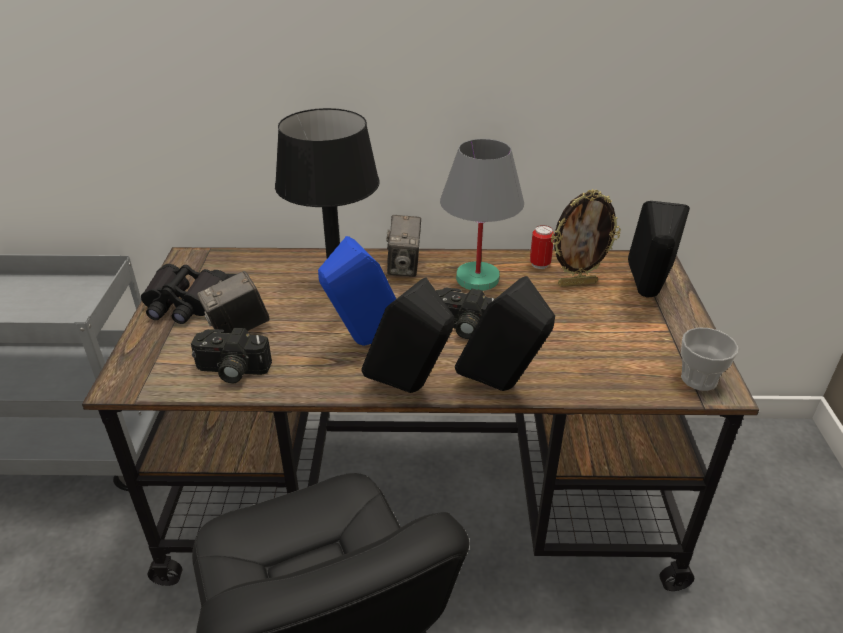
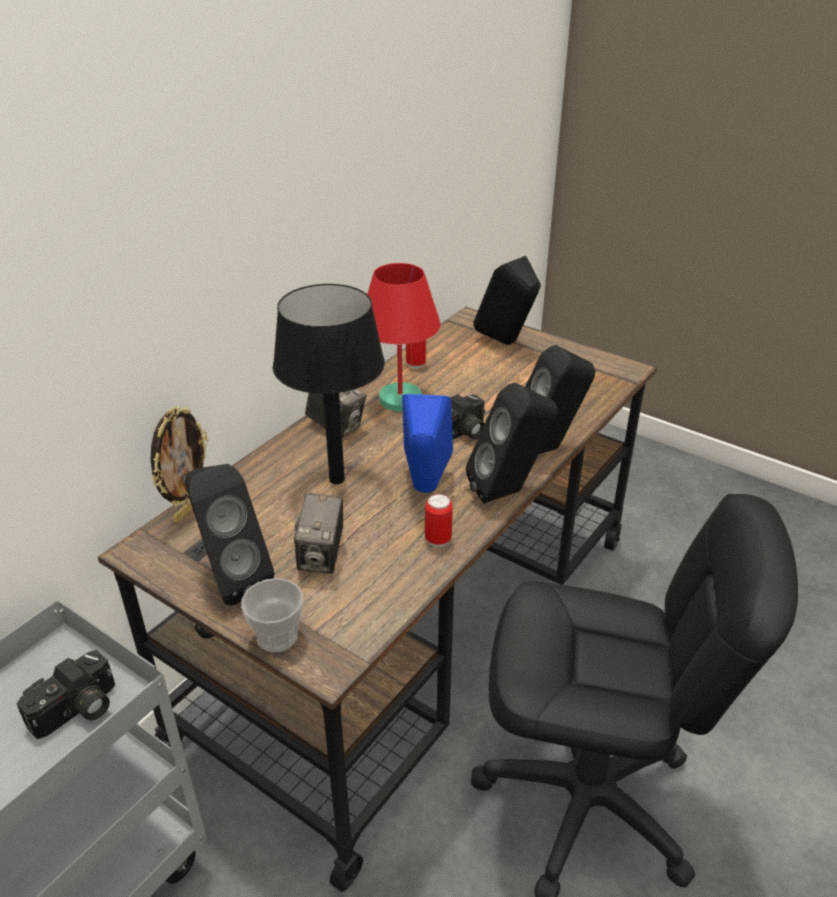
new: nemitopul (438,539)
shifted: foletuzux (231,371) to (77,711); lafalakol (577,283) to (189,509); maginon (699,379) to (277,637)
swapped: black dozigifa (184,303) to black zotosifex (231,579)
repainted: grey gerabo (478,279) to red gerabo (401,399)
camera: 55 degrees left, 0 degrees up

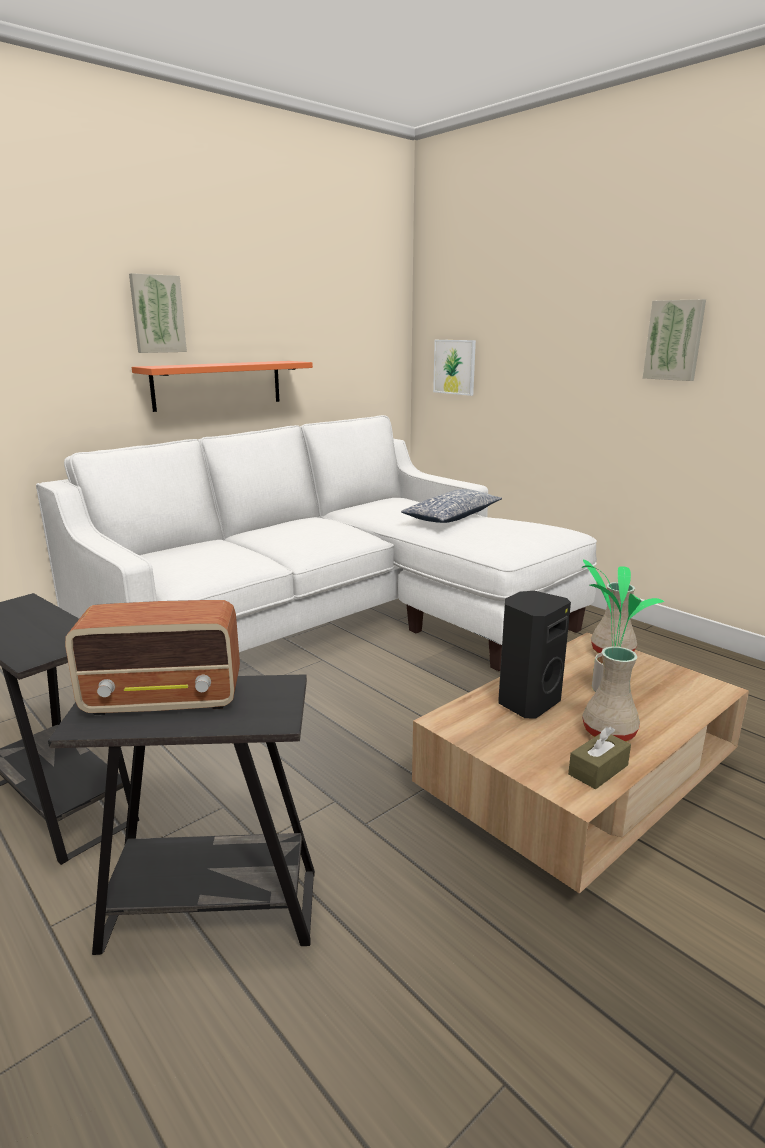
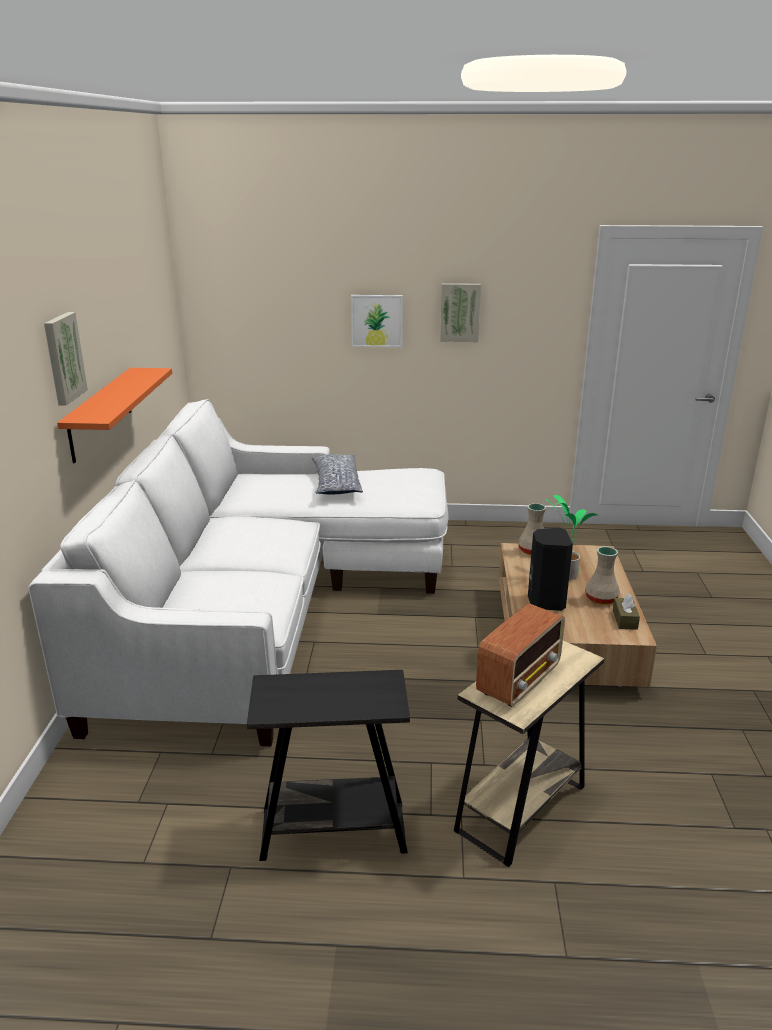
shifted: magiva (454,367) to (377,321)
repainted: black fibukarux (211,910) to beige fibukarux (521,808)
camera: 45 degrees left, 5 degrees up

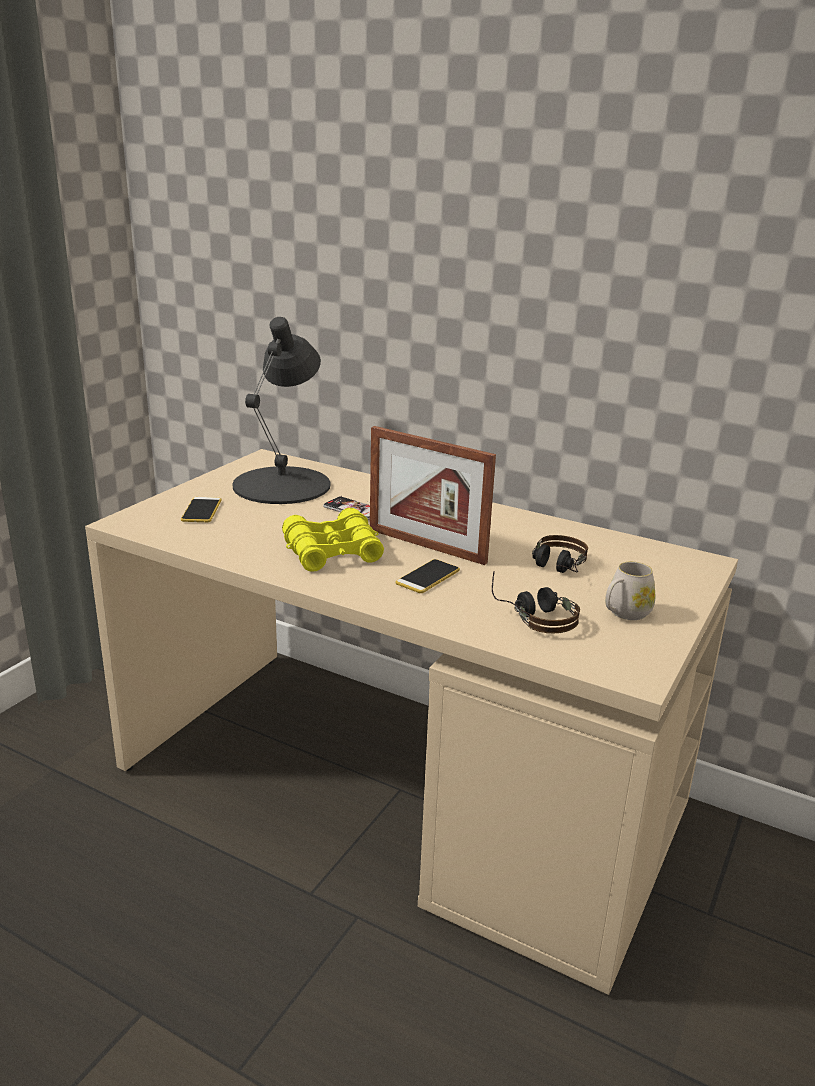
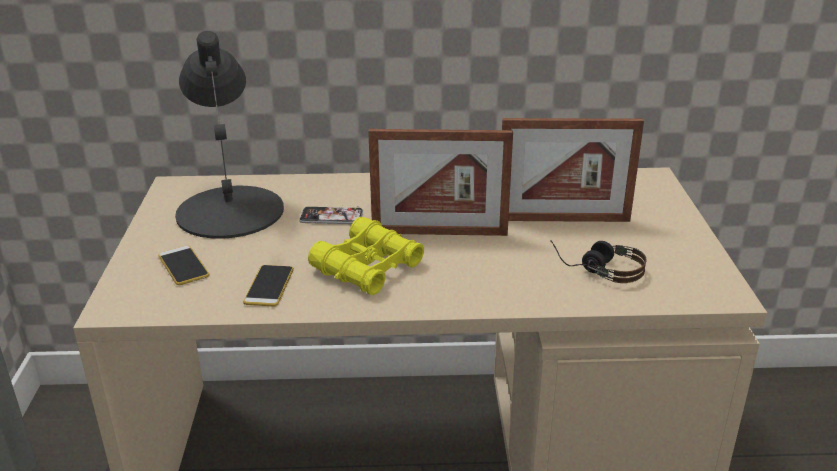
gone: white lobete (624,613)
shifted: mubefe (428,577) to (269,286)
swapped: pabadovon (556,569) to lafalakol (563,220)
camera: 30 degrees left, 5 degrees up

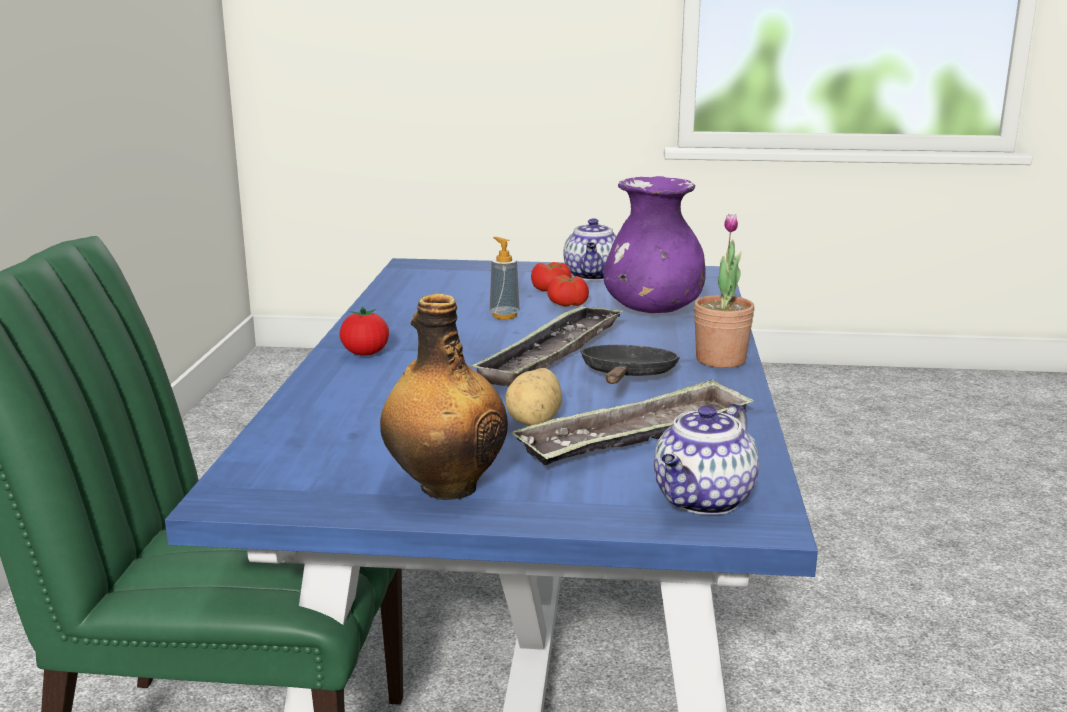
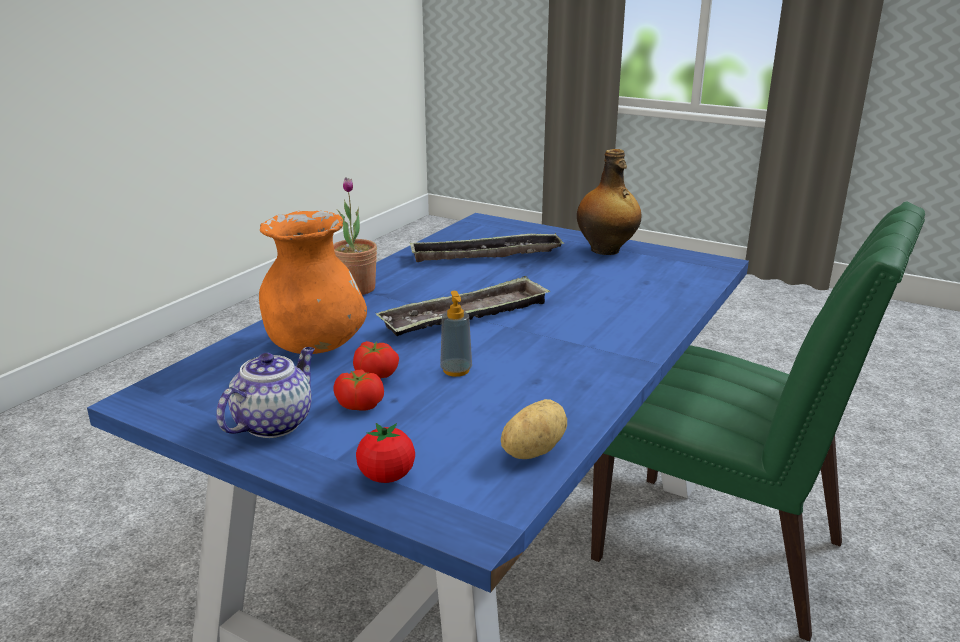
gone: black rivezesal (627,377); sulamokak (703,501)
shifted: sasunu (365,354) to (386,476); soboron (536,421) to (531,450)
repainted: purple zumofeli (652,311) to orange zumofeli (315,347)
camera: 155 degrees left, 5 degrees up

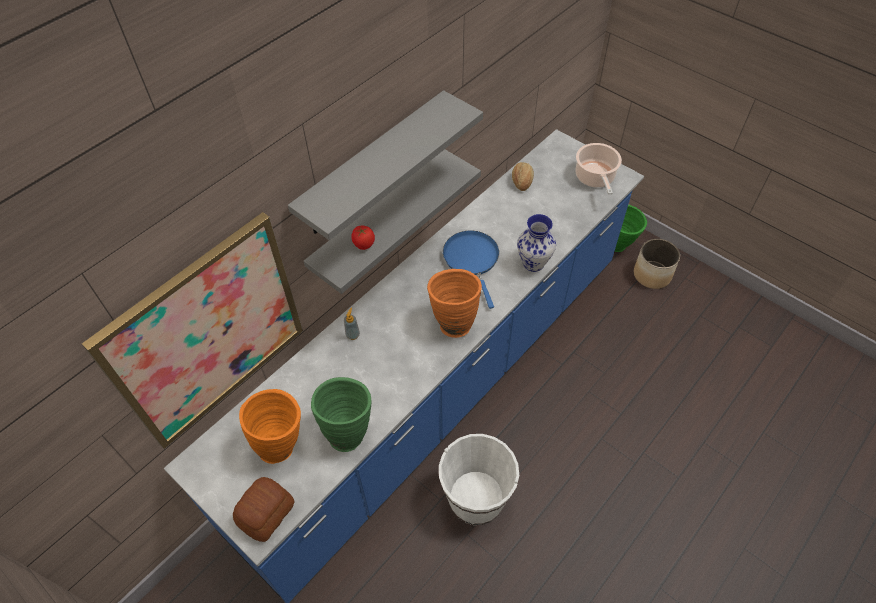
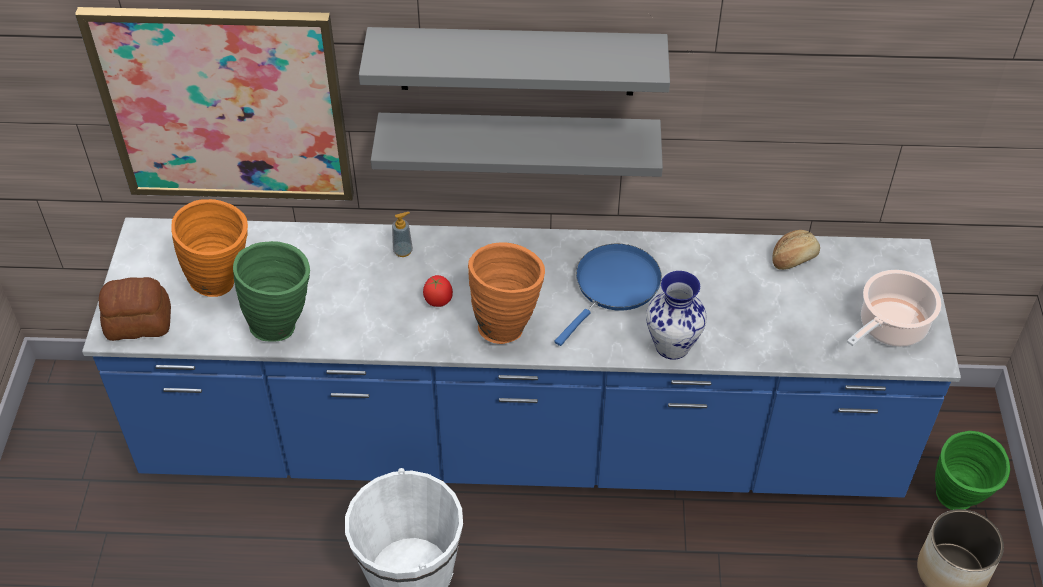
shifted: sasunu (363,245) to (438,300)
camera: 50 degrees right, 5 degrees down

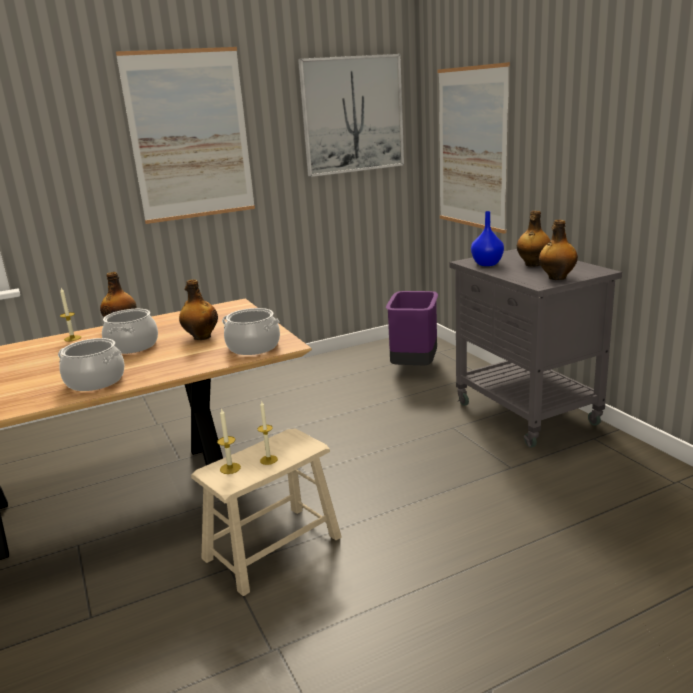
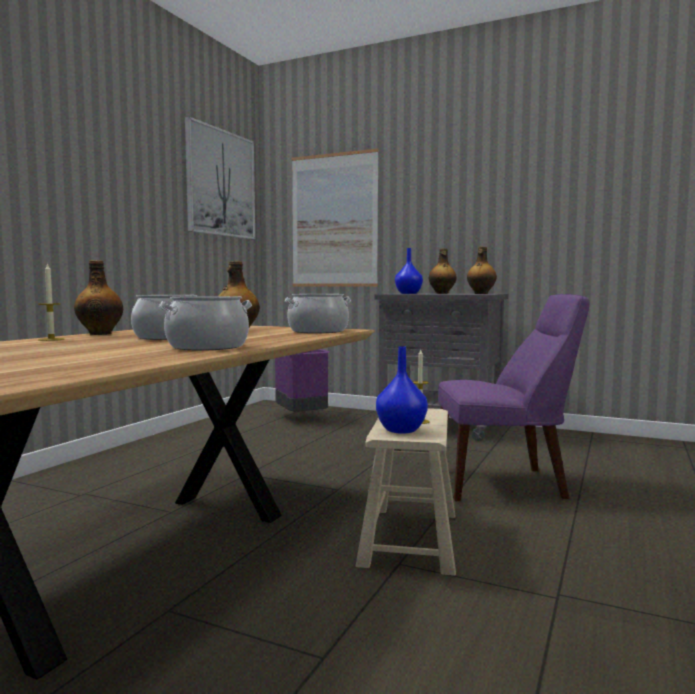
gone: magiva (190,136)
new: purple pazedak (505,484)
swapped: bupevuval (230,468) to blue zumofeli (400,430)
camera: 40 degrees left, 15 degrees down

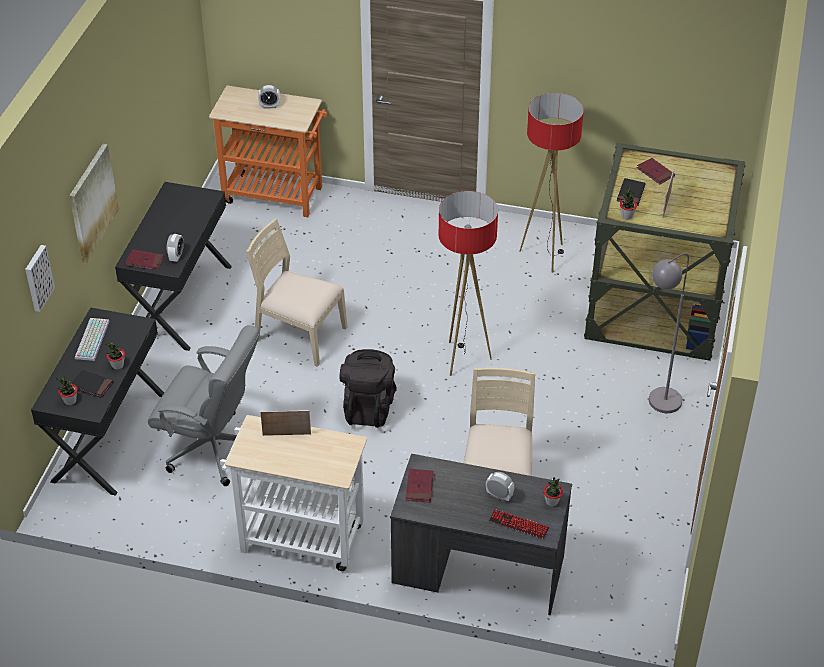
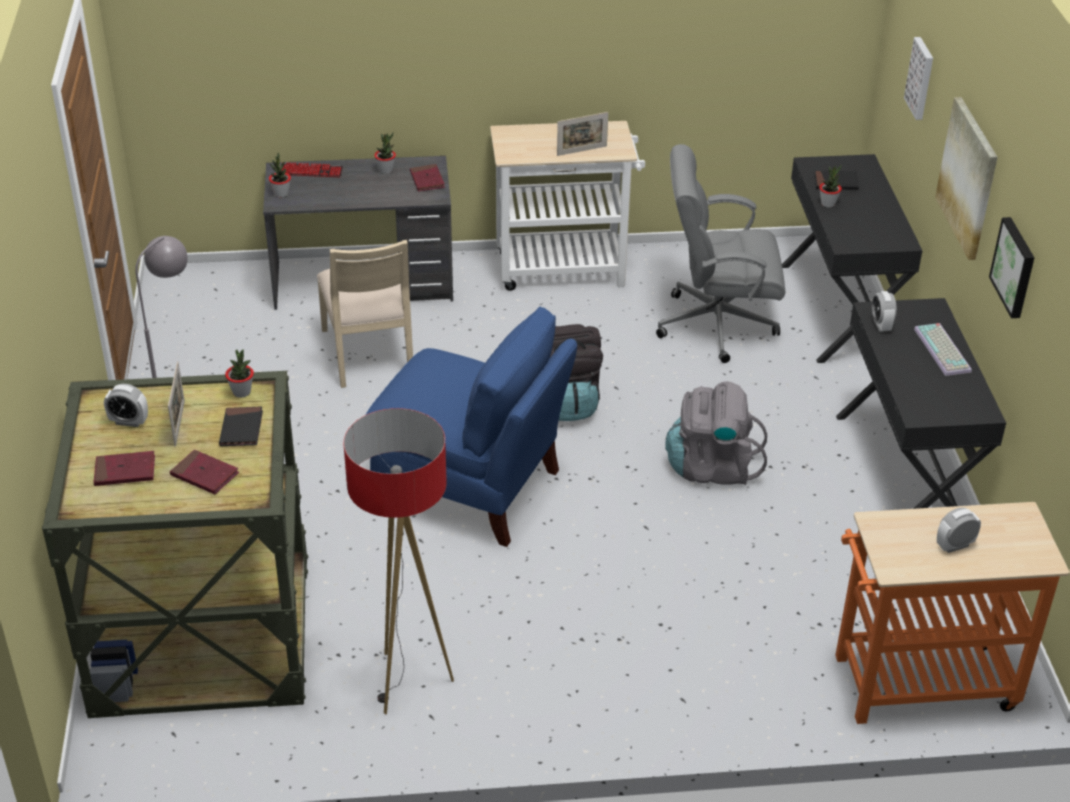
new: magiva (1015,267)
shifted: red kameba (145,261) to (125,471); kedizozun (499,496) to (129,422); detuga (70,401) to (386,170); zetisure (91,339) to (944,350)
swapped: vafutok (463,358) to blue pazedak (471,488); beige pazedak (299,334) to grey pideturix (711,467)
camera: 160 degrees right, 5 degrees down

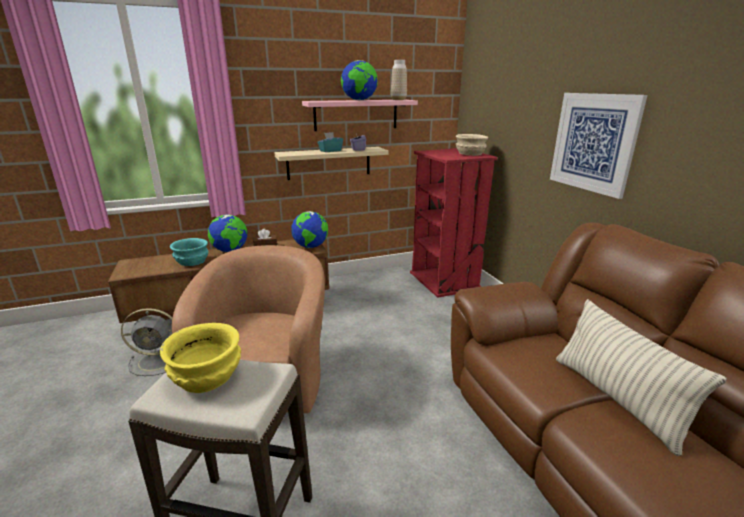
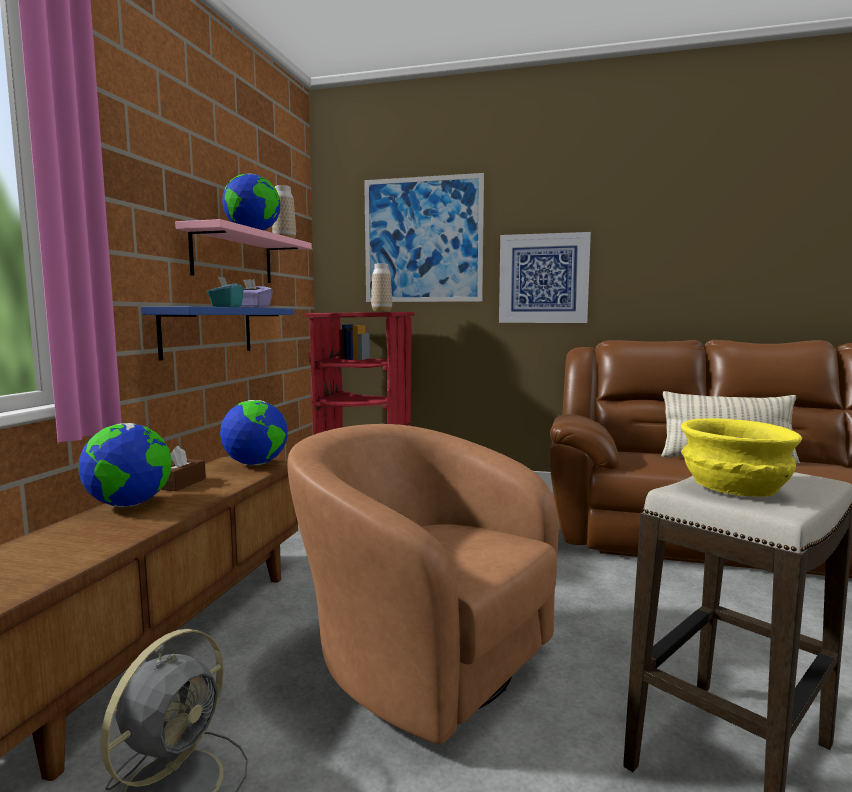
gone: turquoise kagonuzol (192,261)
new: magiva (423,240)
swapped: beige kagonuzol (470,154) to zumofeli (381,311)
repainted: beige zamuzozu (329,163) to blue zamuzozu (208,331)
camera: 55 degrees left, 15 degrees down

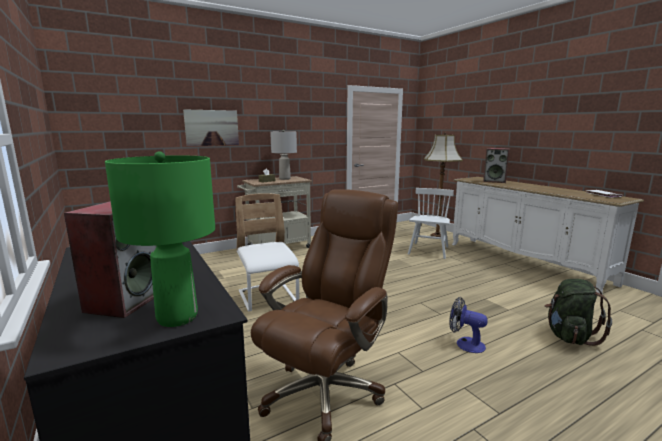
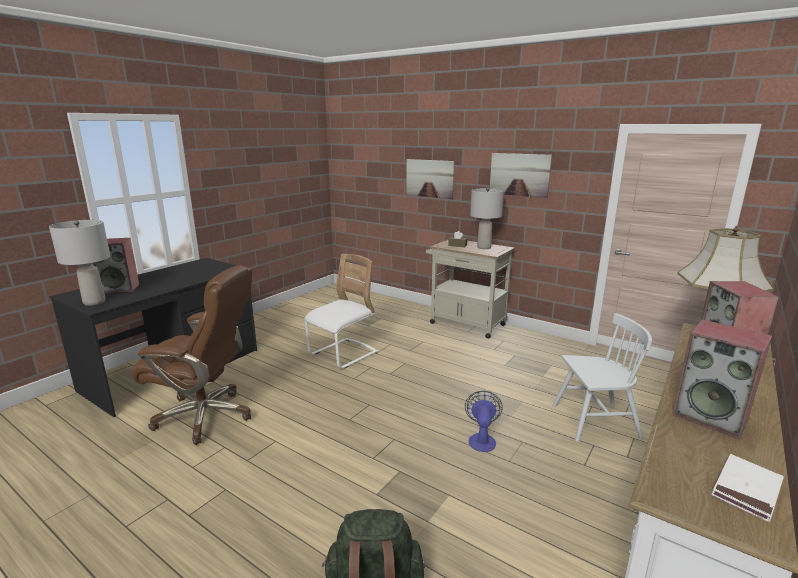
new: magiva (519,174); zotosifex (711,416)
shifted: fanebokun (465,343) to (481,439)
repainted: green gerabo (176,317) to grey gerabo (94,302)
camera: 65 degrees right, 5 degrees up

